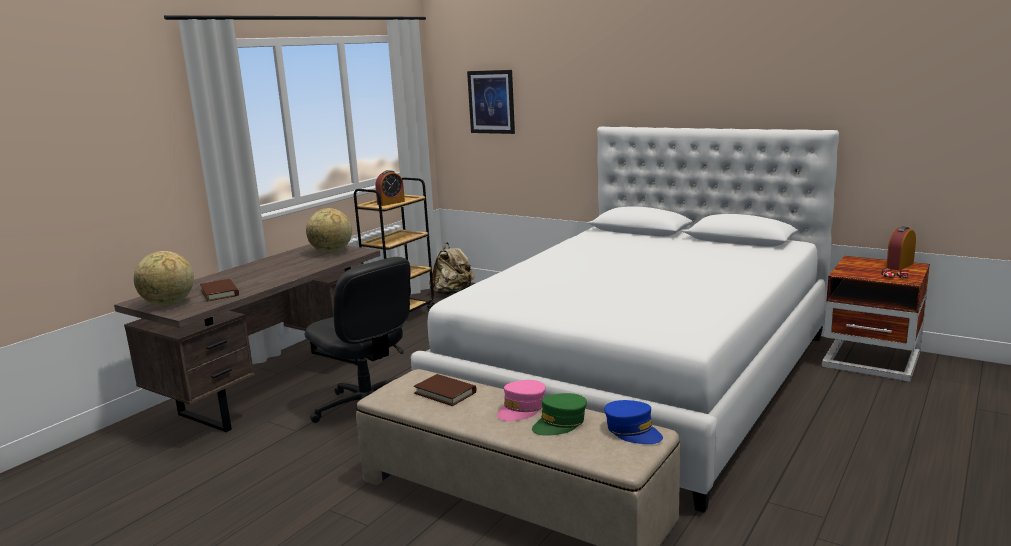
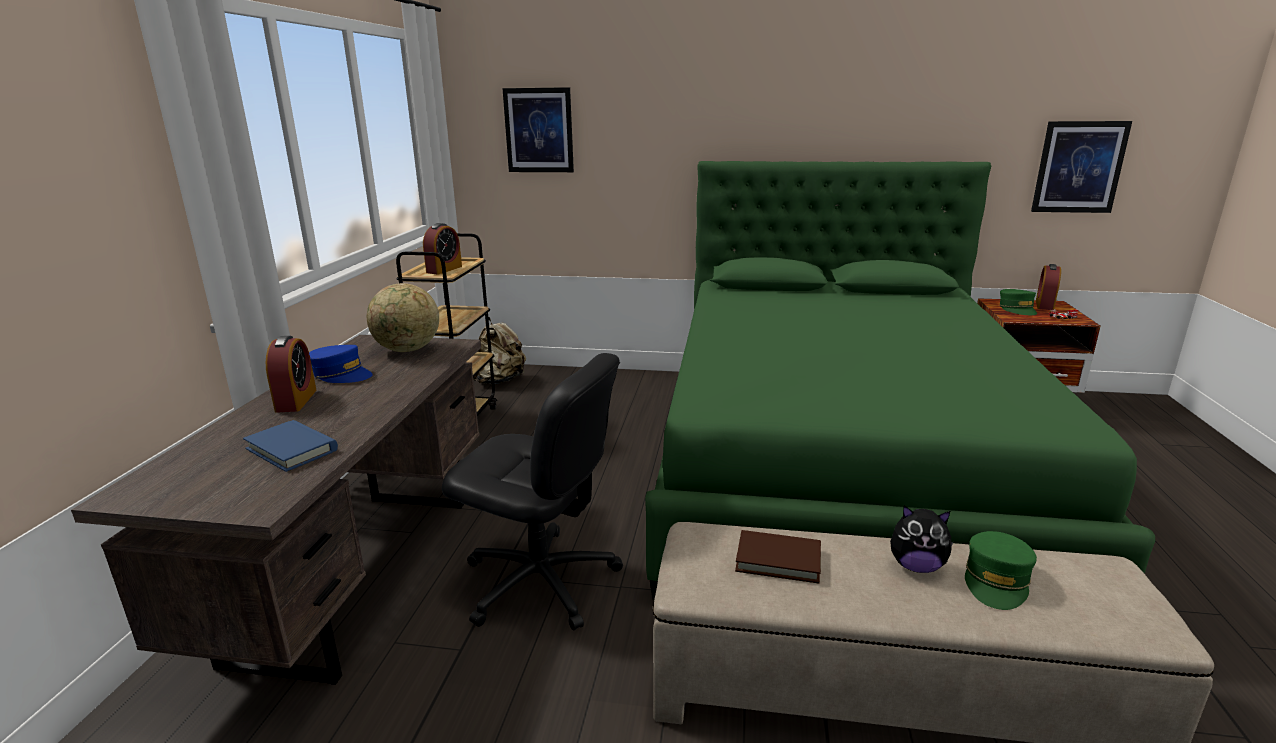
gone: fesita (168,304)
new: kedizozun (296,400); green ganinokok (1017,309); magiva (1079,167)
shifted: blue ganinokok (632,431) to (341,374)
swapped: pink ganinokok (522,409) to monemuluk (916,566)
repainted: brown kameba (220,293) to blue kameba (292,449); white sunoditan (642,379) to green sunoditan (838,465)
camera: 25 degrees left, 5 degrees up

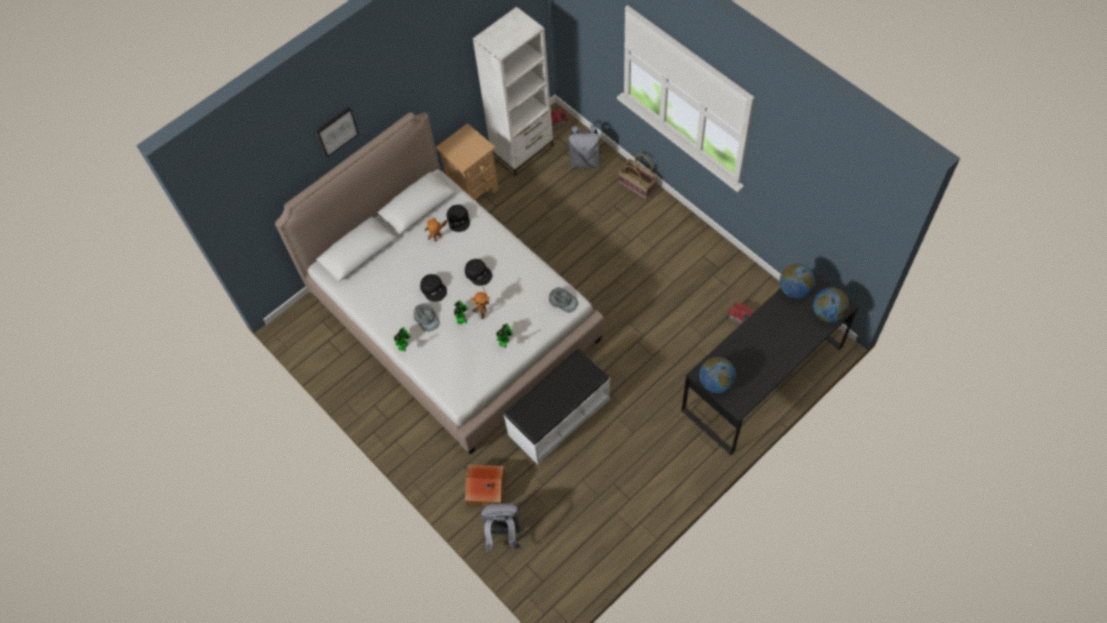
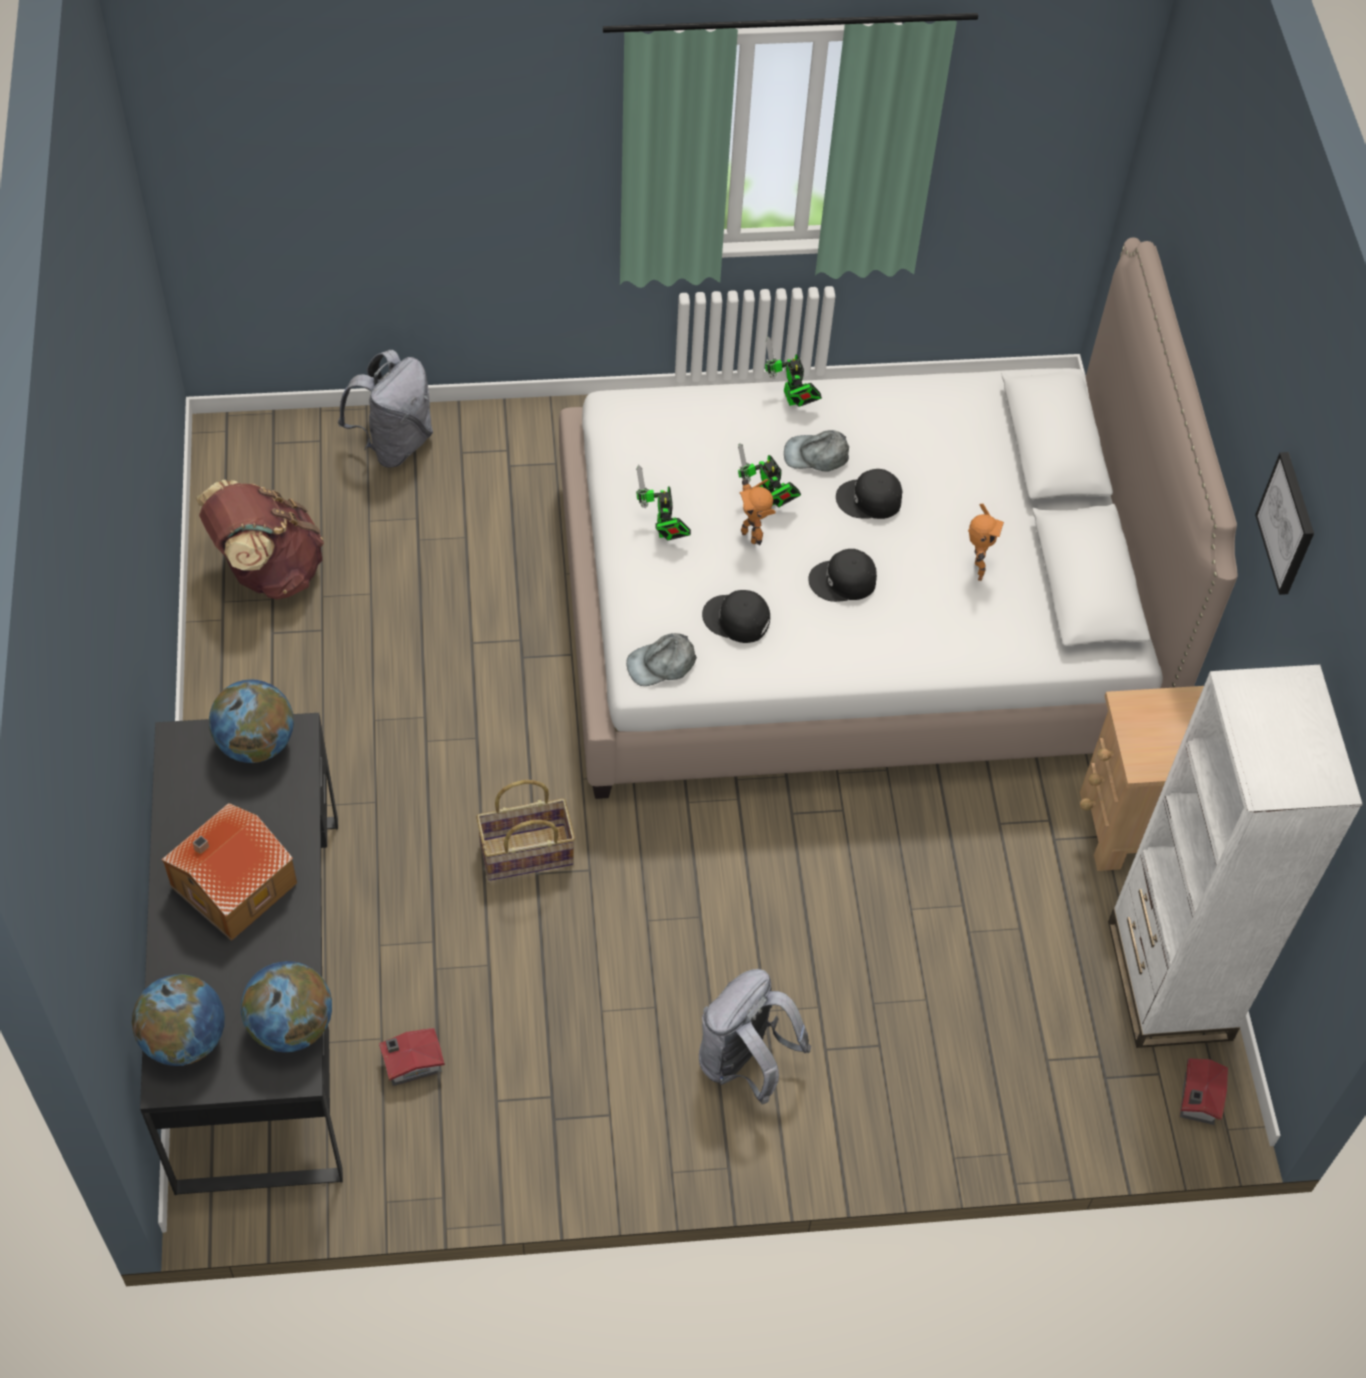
gone: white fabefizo (558,416)
new: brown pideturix (268,570)
shifted: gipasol (487,491) to (231,885); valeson (638,185) to (526,854); grey pideturix (584,160) to (744,1063); black ganinokok (459,219) to (736,620); magiva (336,131) to (1288,523)
camera: 120 degrees right, 5 degrees down

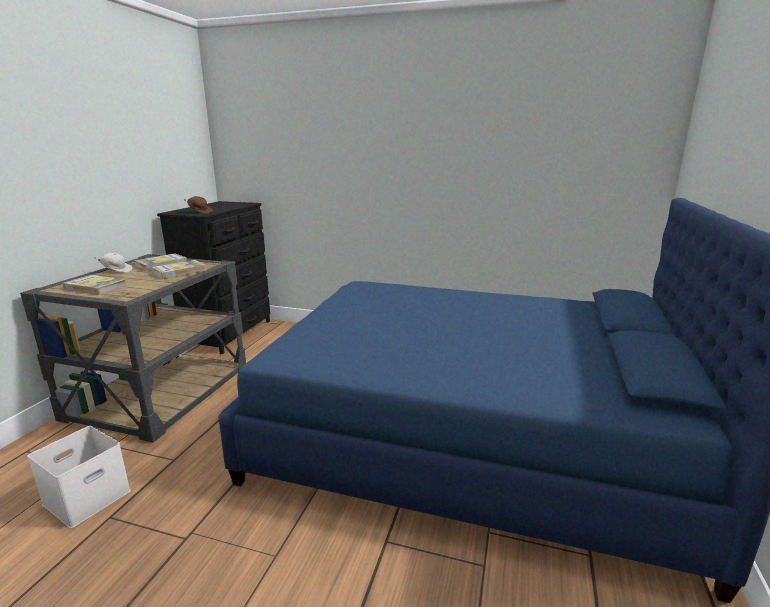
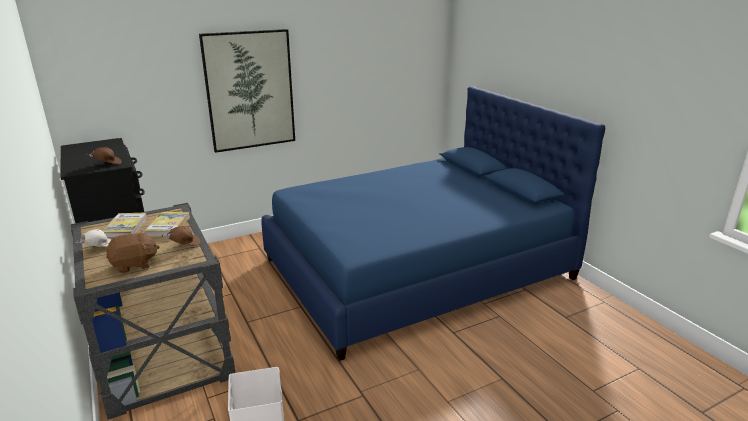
new: brown ganinokok (184,244); magiva (250,91)
swapped: kameba (95,287) to brown monemuluk (134,265)
camera: 45 degrees left, 5 degrees up

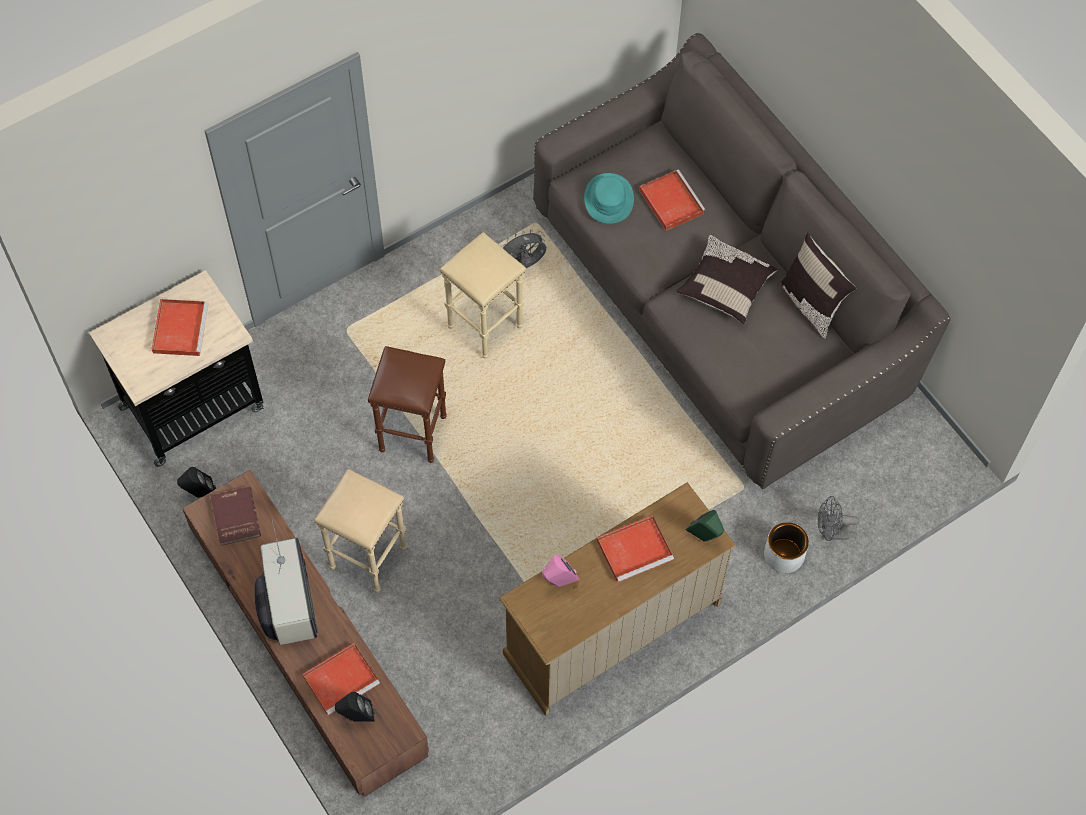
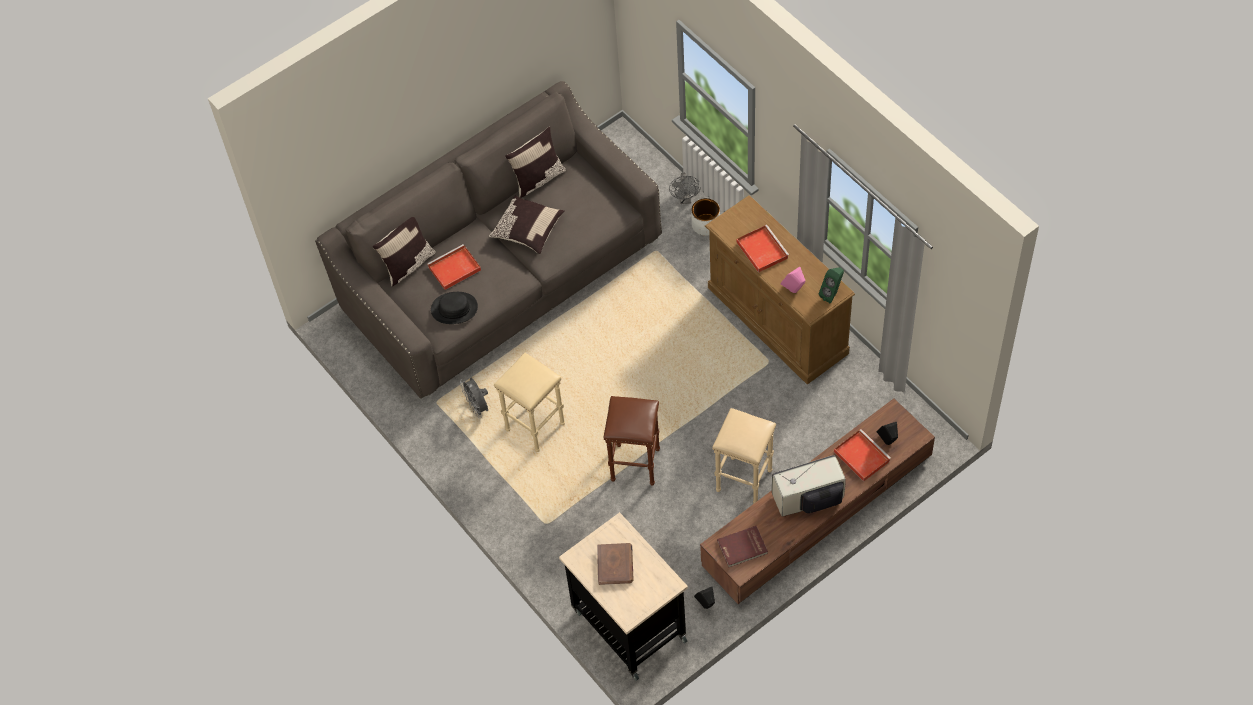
new: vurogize (408,265)
shifted: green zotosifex (704,538) to (832,294)
swapped: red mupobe (180,328) to brown kameba (615,565)
repainted: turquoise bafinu (608,199) to black bafinu (454,309)
camera: 90 degrees left, 5 degrees down

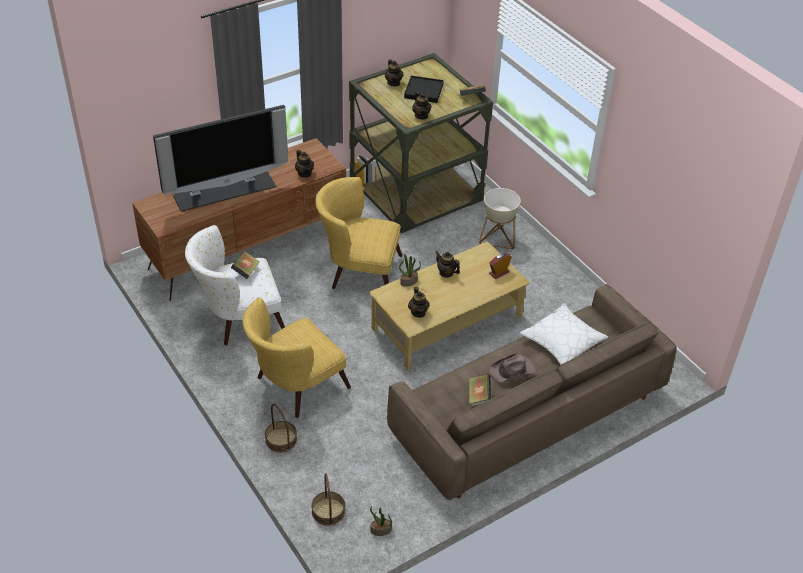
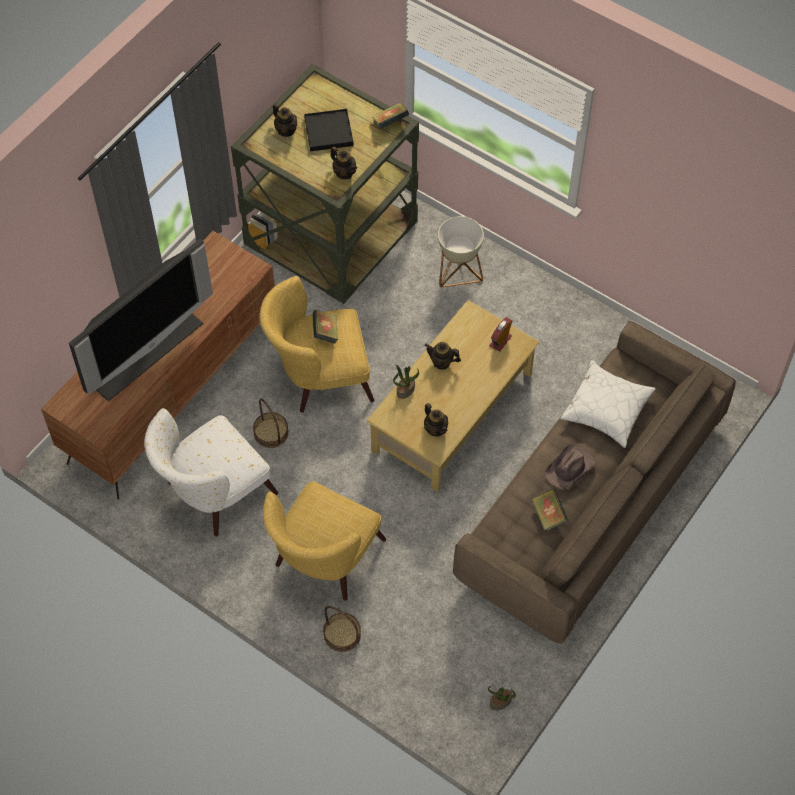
gone: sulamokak (304,173)
shifted: valeson (328,511) to (271,433); kameba (246,271) to (325,332)
camera: 20 degrees left, 15 degrees up

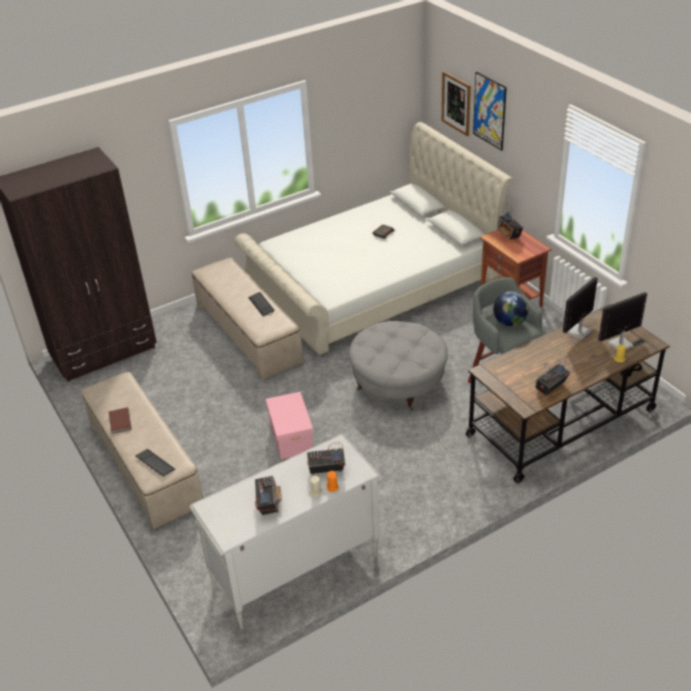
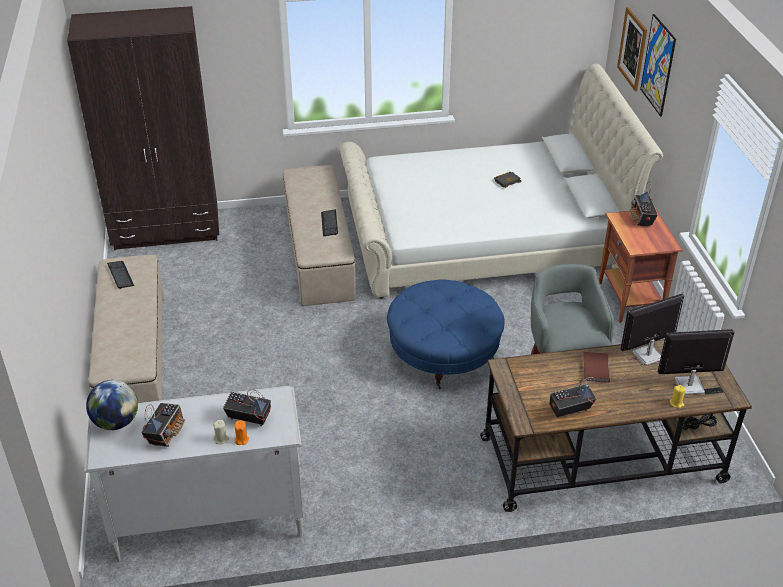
gone: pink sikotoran (291,437)
shifted: fesita (509,322) to (116,422); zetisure (155,463) to (120,275); brown kameba (119,422) to (595,368)
repainted: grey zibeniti (398,382) to blue zibeniti (444,353)
camera: 20 degrees right, 0 degrees up

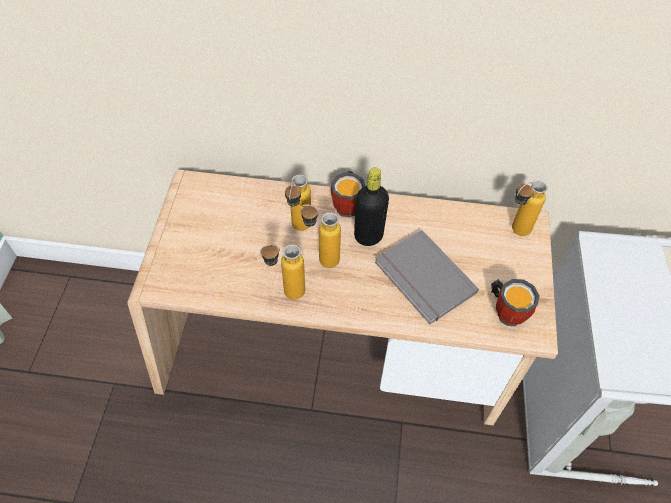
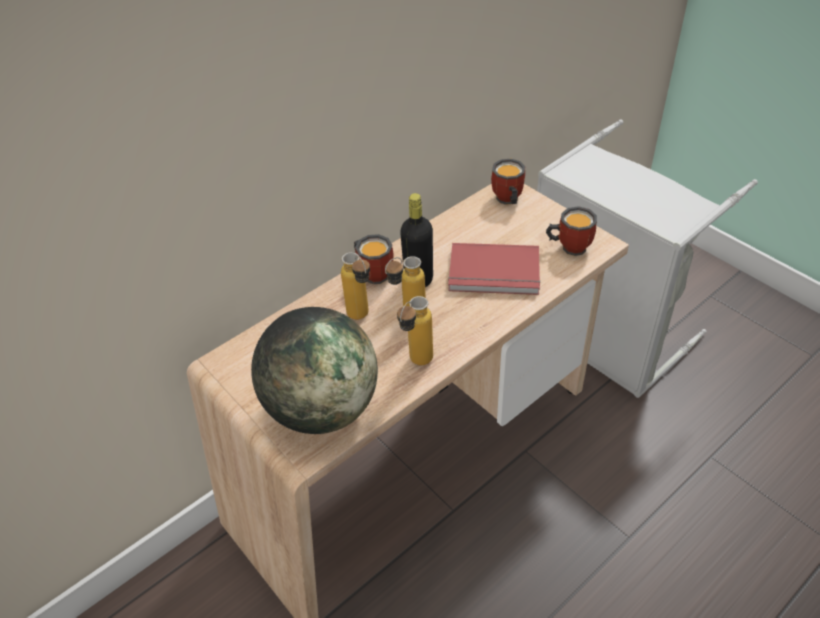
new: fesita (322,409)
swapped: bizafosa (514,232) to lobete (506,200)
repainted: grey kameba (423,279) to red kameba (494,273)
camera: 45 degrees left, 10 degrees down

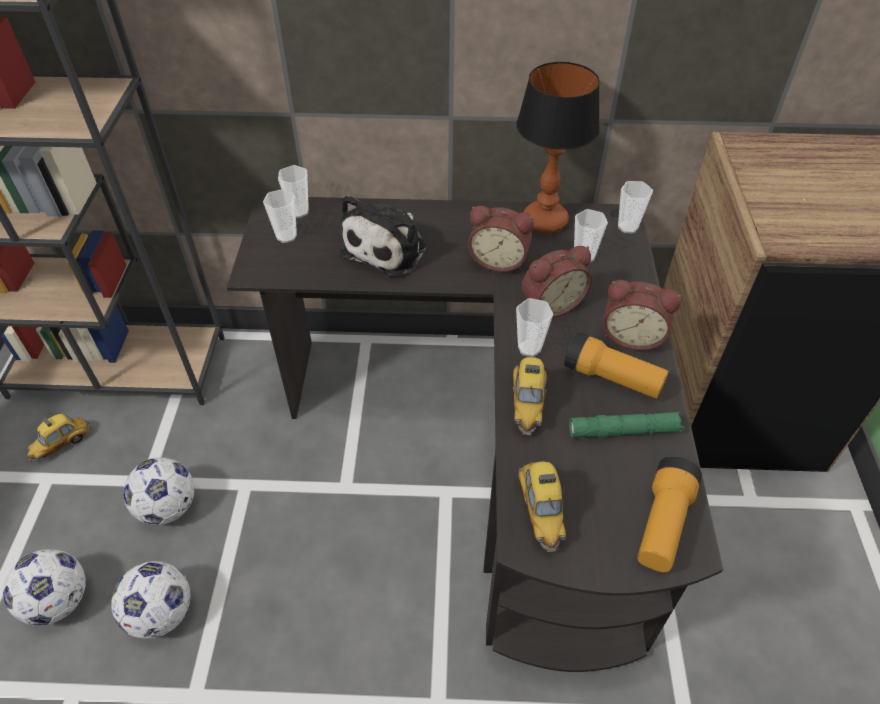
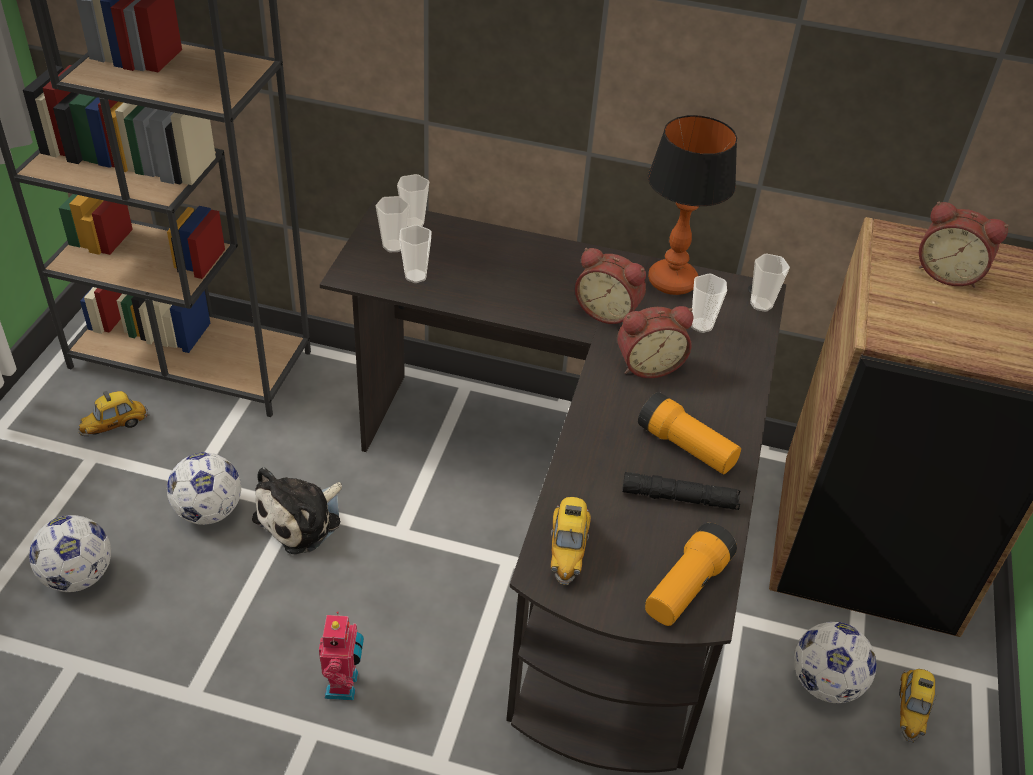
new: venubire (344,685)
shifted: monemuluk (388,248) to (302,519); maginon (529,348) to (415,276); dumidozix (161,614) to (824,683); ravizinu (527,404) to (910,710); kedizozun (632,336) to (948,273)
repainted: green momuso (624,430) to black momuso (679,498)
camera: 10 degrees right, 5 degrees down

